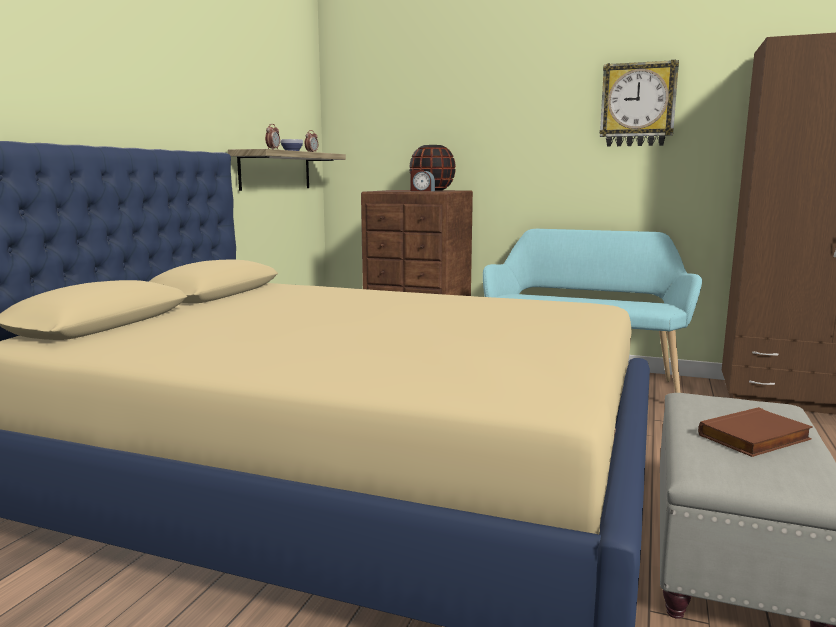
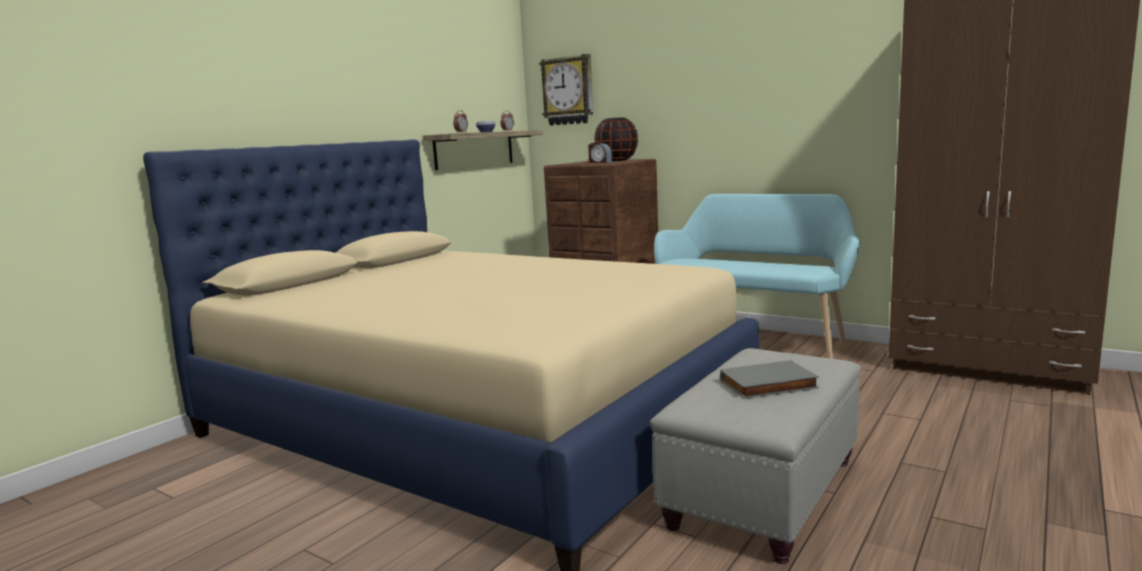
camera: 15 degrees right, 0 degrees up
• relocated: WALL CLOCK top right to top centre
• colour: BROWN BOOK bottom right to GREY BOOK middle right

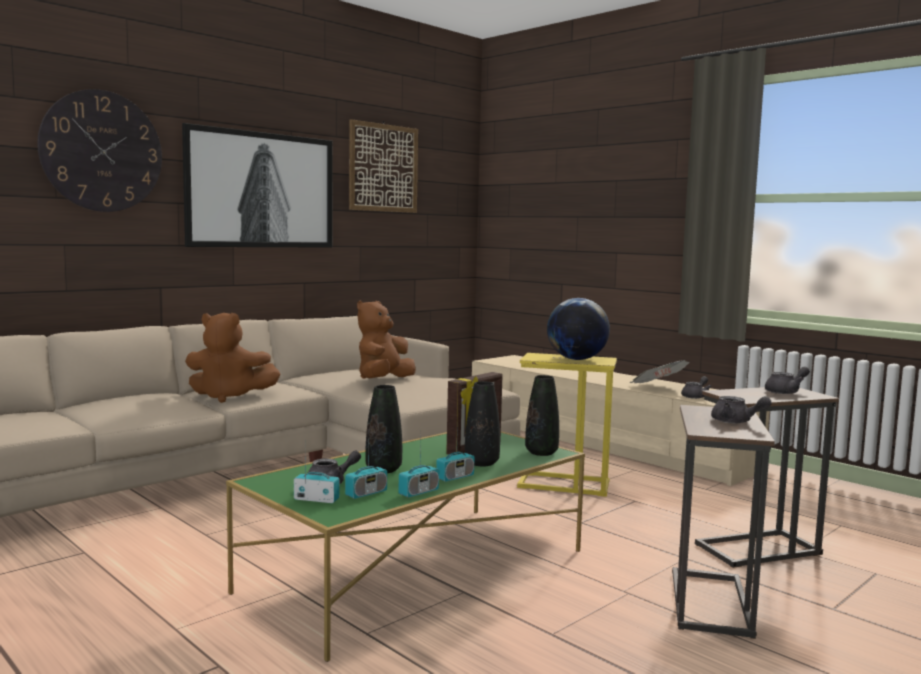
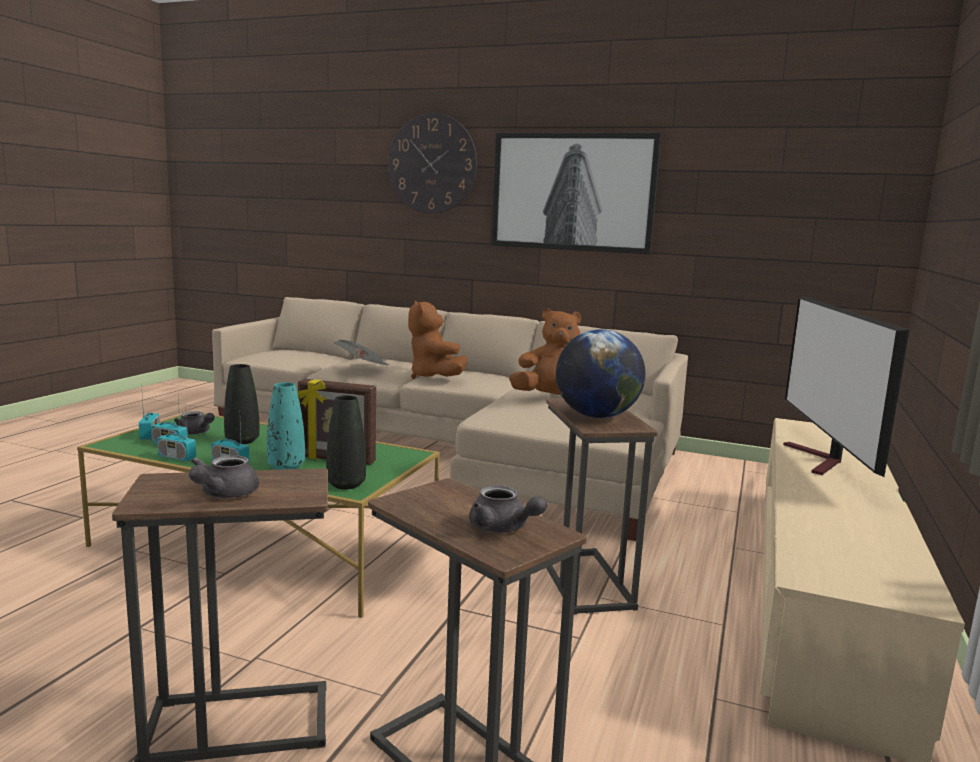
camera: 65 degrees right, 5 degrees up
• missing: PICTURE (no. 2 from left) top centre
• colour: YELLOW SIDE TABLE centre to BROWN SIDE TABLE (no. 3 from left) centre
• relocated: NEWSPAPER middle right to centre
• missing: GREY TEAPOT (no. 2 from left) middle right
• colour: BLACK VASE (no. 2 from left) centre to TURQUOISE VASE middle left
• appeared: TELEVISION middle right

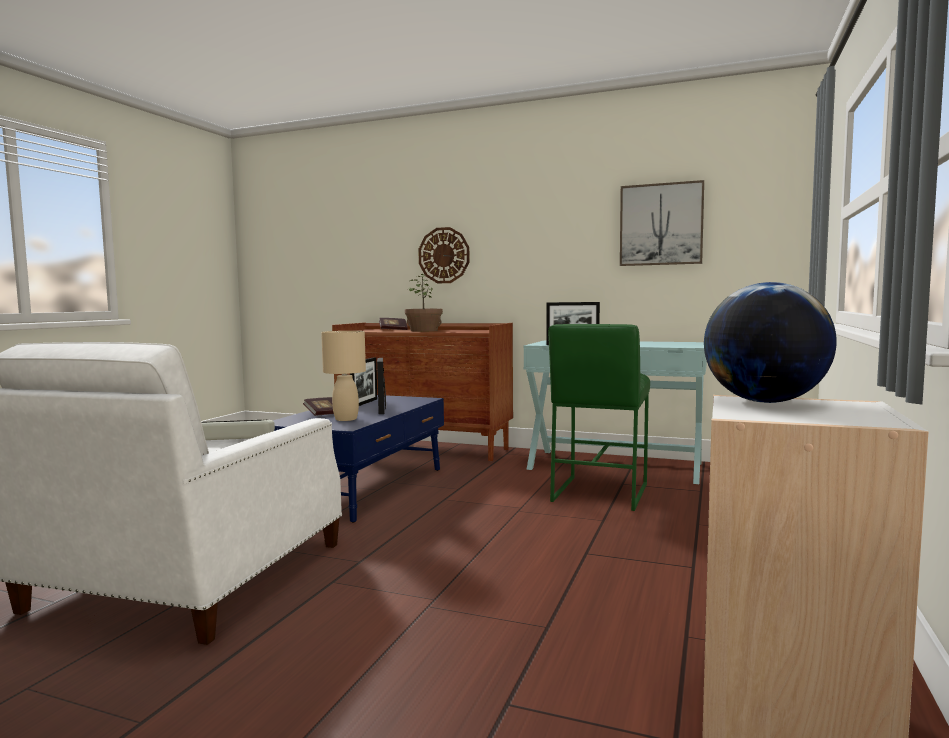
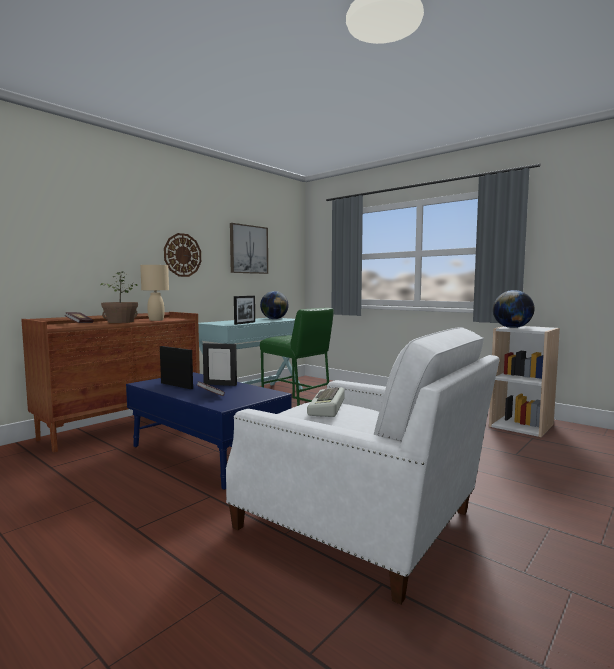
camera: 70 degrees left, 0 degrees up
• relocated: WALL CLOCK centre to middle left
• relocated: BEIGE TABLE LAMP centre to middle left
• appeared: GLOBE (no. 1 from left) centre

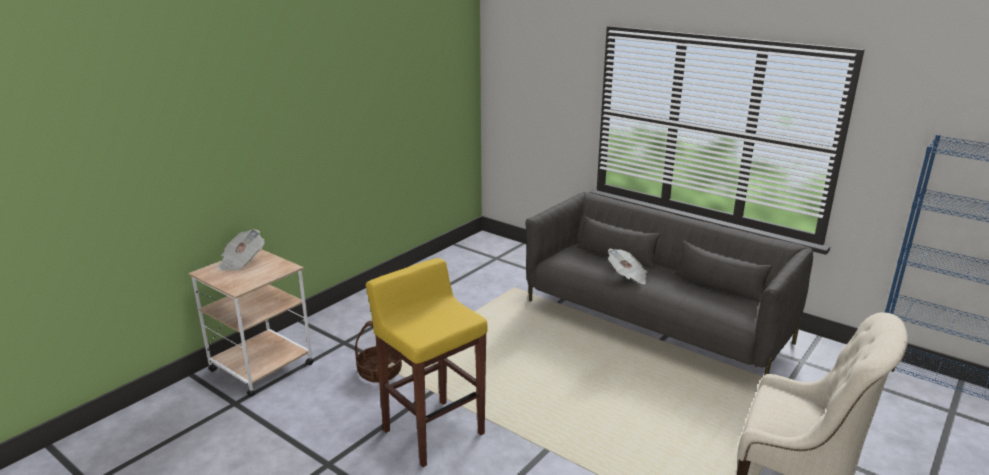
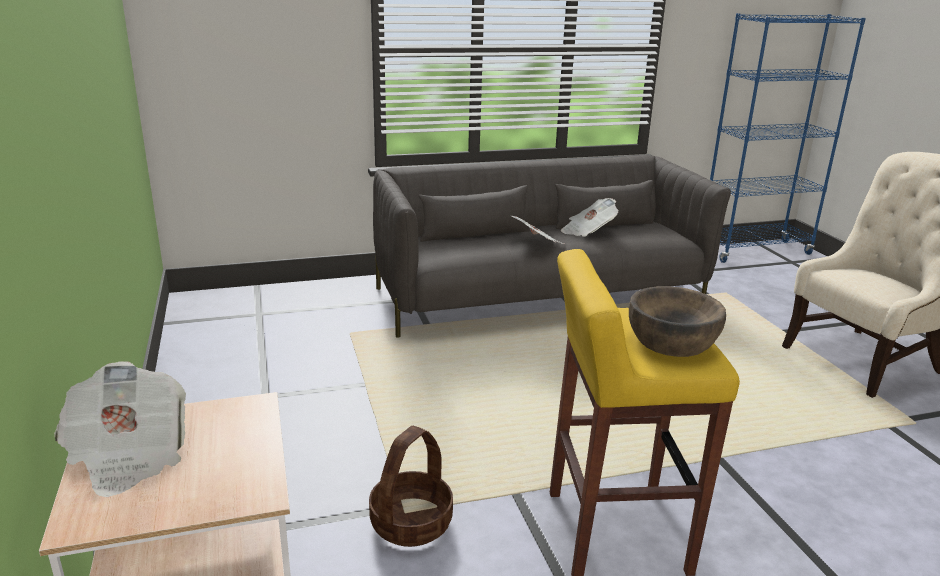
camera: 55 degrees left, 0 degrees up
• appeared: NEWSPAPER (no. 3 from left) centre
• appeared: BROWN BOWL middle right

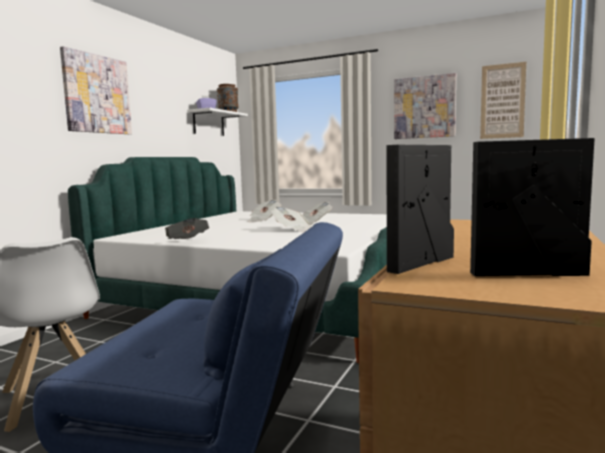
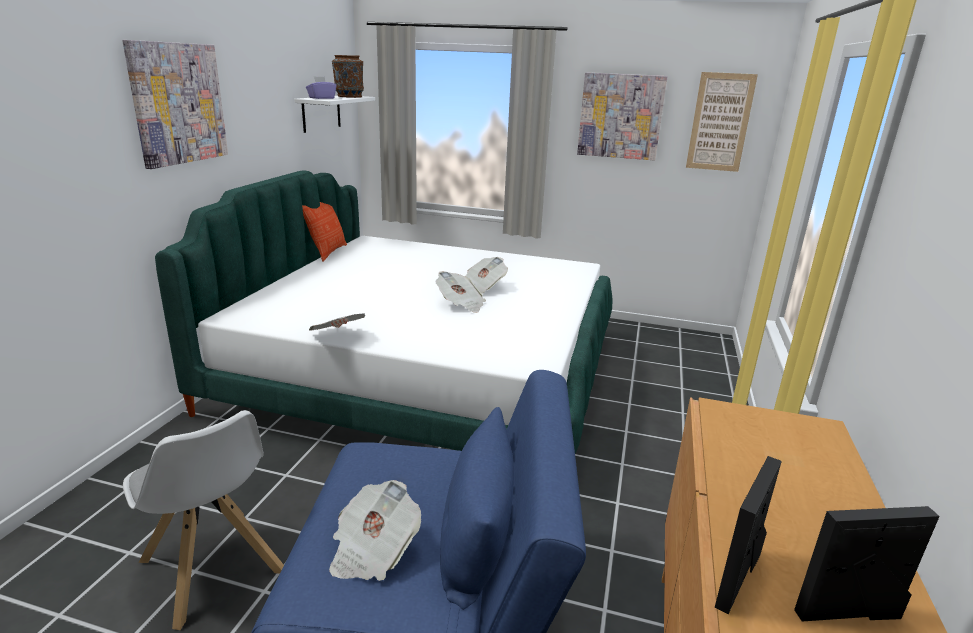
camera: 10 degrees left, 15 degrees up
• relocated: NEWSPAPER (no. 2 from left) centre to bottom centre
• appeared: ORANGE PILLOW middle left

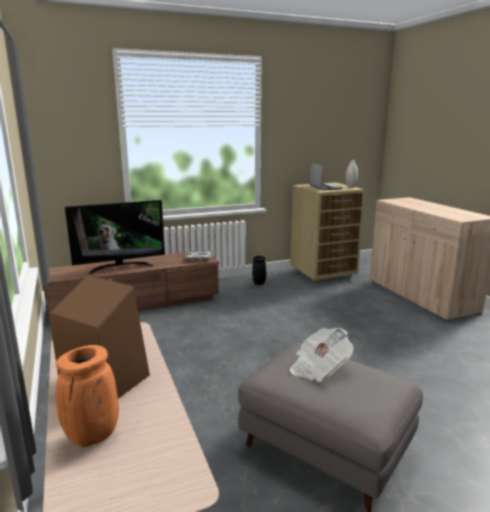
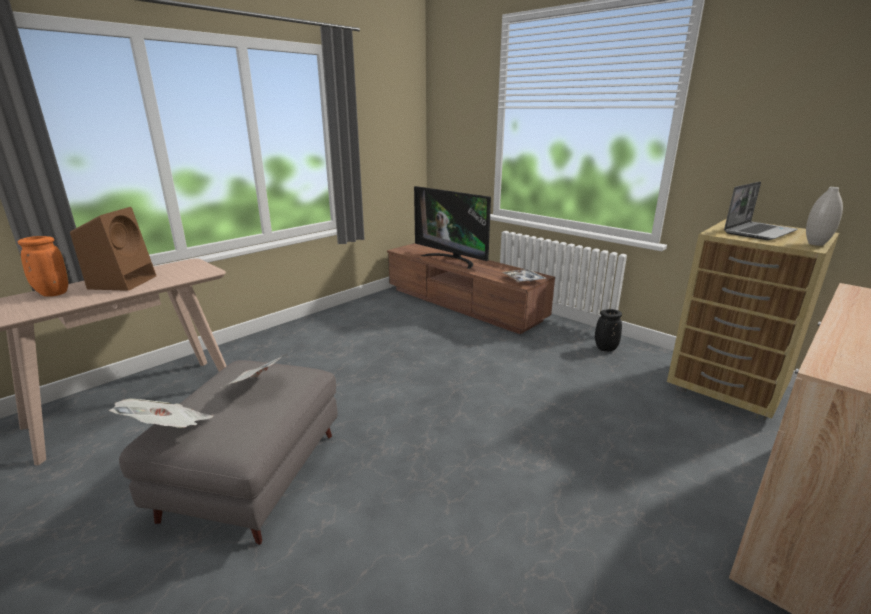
camera: 65 degrees right, 5 degrees up
• appeared: NEWSPAPER (no. 1 from left) bottom left

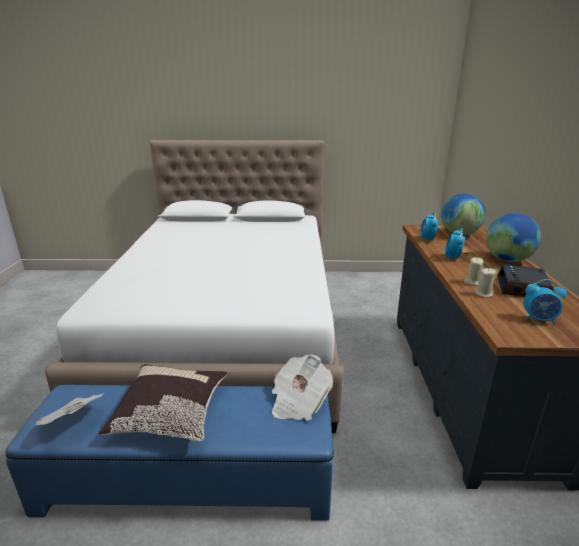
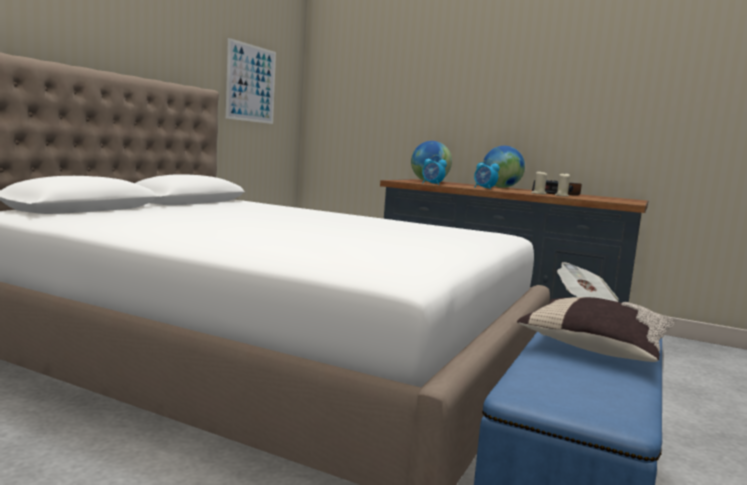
camera: 65 degrees left, 15 degrees down
• missing: ALARM CLOCK (no. 4 from left) middle right
• missing: NEWSPAPER (no. 1 from left) bottom left
• appeared: PICTURE top centre

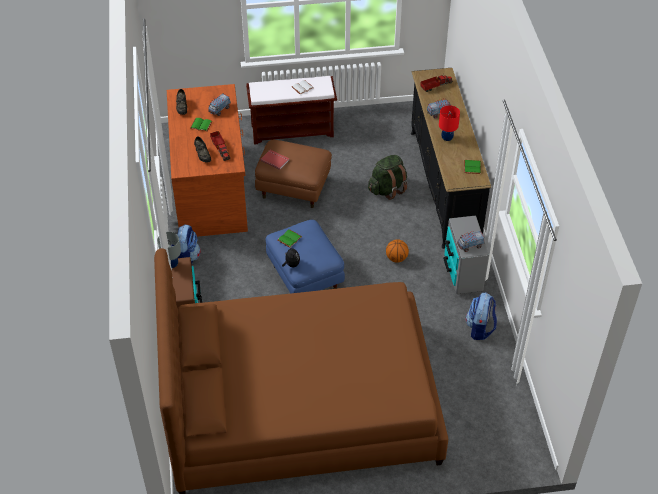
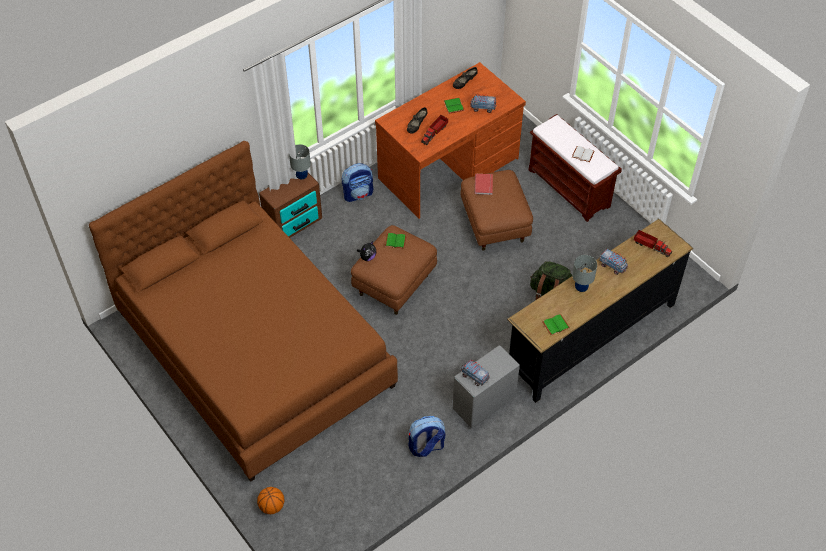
camera: 60 degrees right, 5 degrees up
• colour: RED TABLE LAMP top right to GREY TABLE LAMP (no. 2 from left) middle right
• colour: BLUE OTTOMAN centre to BROWN OTTOMAN (no. 1 from left) centre
• relocated: BASKETBALL centre to bottom left

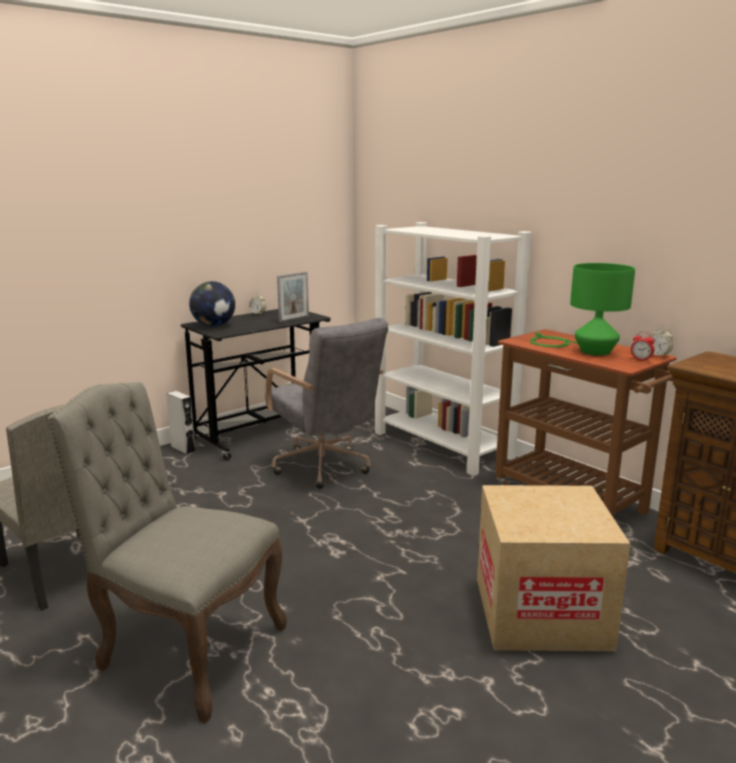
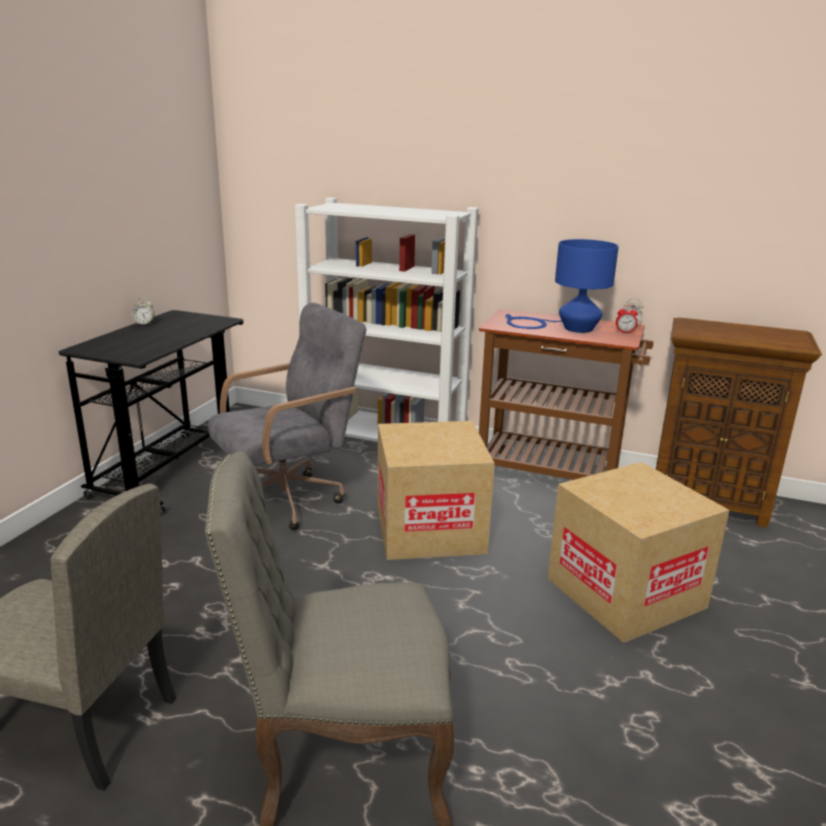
camera: 30 degrees left, 5 degrees up
• colour: GREEN TABLE LAMP middle right to BLUE TABLE LAMP middle right
• missing: PICTURE FRAME centre
• missing: GLOBE middle left
• spun: GREY OFFICE CHAIR centre = centre 60 degrees counterclockwise
• missing: GREY SPEAKER middle left
• appeared: CARDBOARD BOX (no. 1 from left) centre

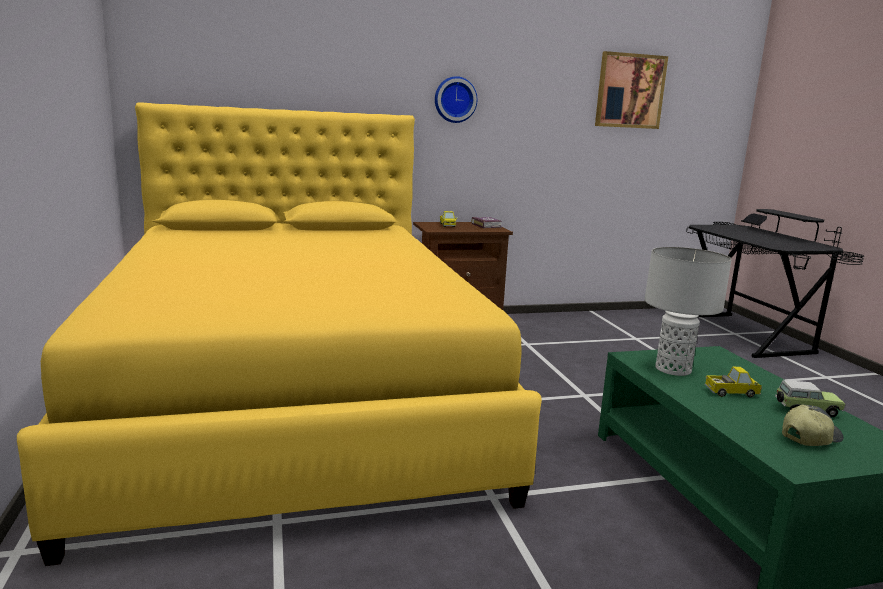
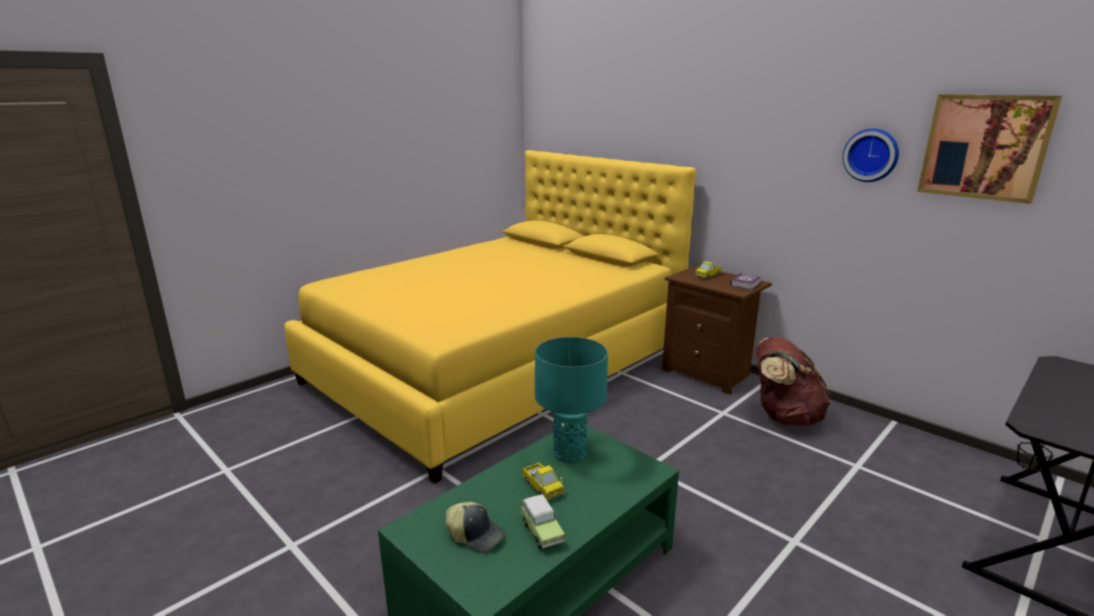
camera: 60 degrees right, 5 degrees up
• relocated: WALL CLOCK top centre to top right
• colour: WHITE TABLE LAMP middle right to TURQUOISE TABLE LAMP centre
• appeared: BROWN BACKPACK middle right

